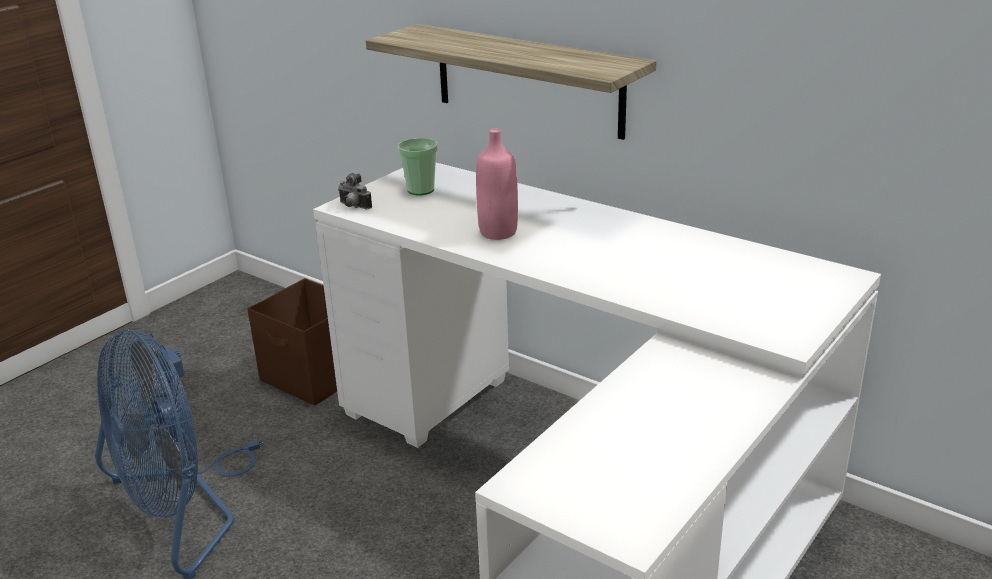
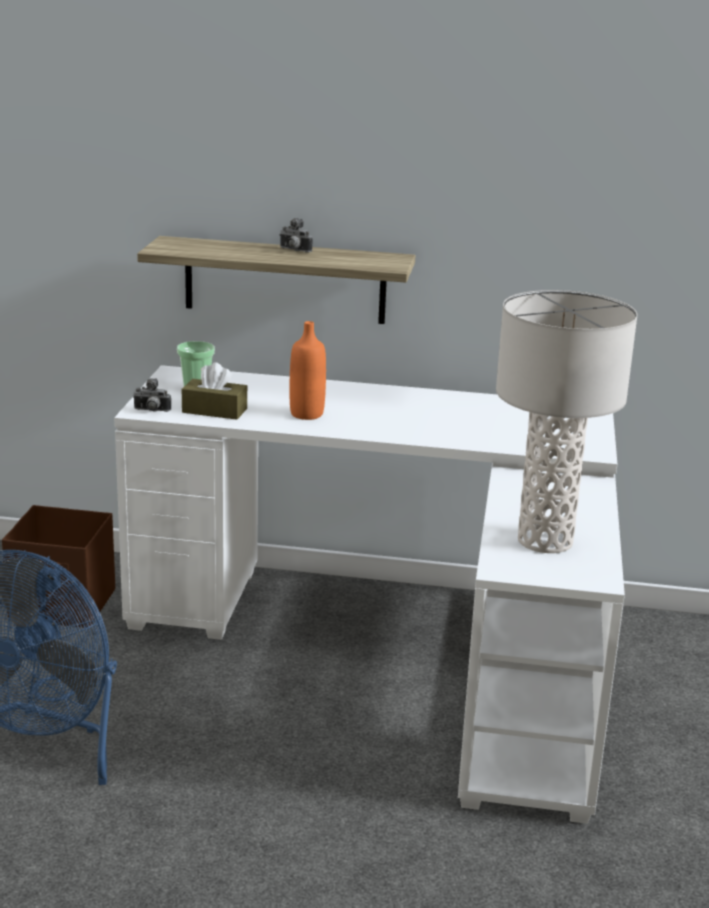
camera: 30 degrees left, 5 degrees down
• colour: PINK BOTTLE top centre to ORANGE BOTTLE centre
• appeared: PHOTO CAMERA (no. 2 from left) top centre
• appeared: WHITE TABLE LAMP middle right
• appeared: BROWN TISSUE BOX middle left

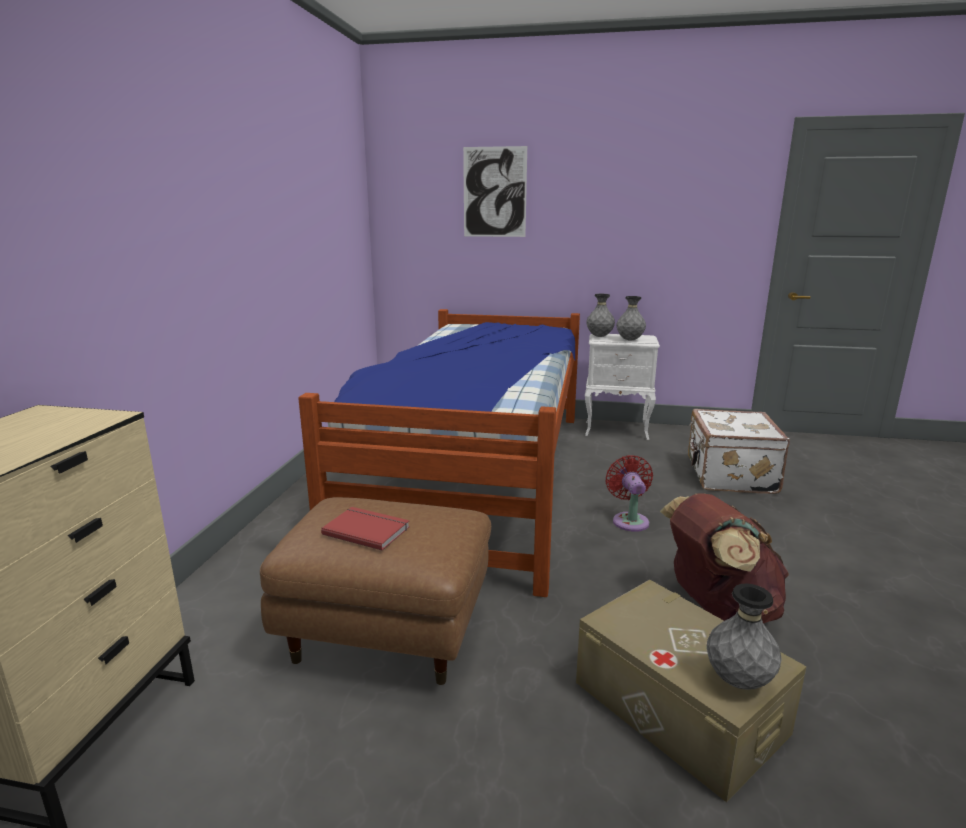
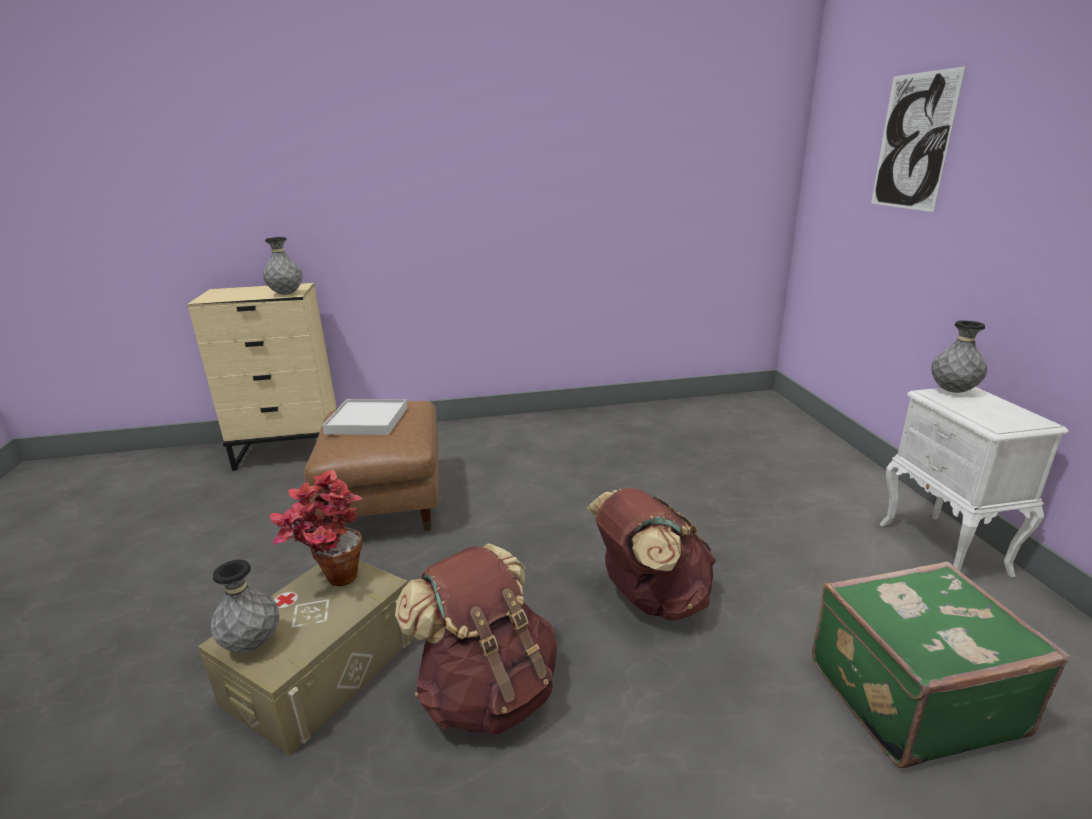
camera: 70 degrees right, 5 degrees up
• relocated: GREY VASE (no. 2 from left) centre to top left
• missing: BED centre
• colour: WHITE SUITCASE middle right to GREEN SUITCASE bottom right
• exchanged: RED FAN centre to BROWN BACKPACK (no. 2 from left) bottom centre
• exchanged: RED BOOK centre to WHITE TRAY centre
• appeared: POTTED PLANT middle left

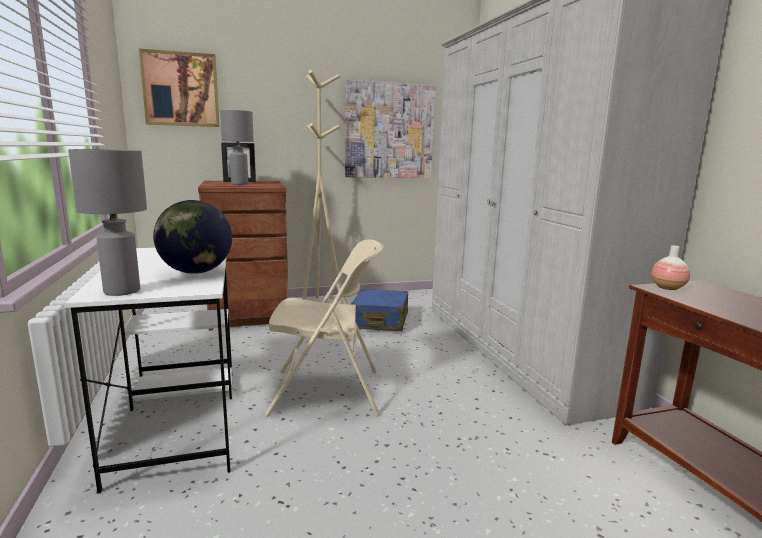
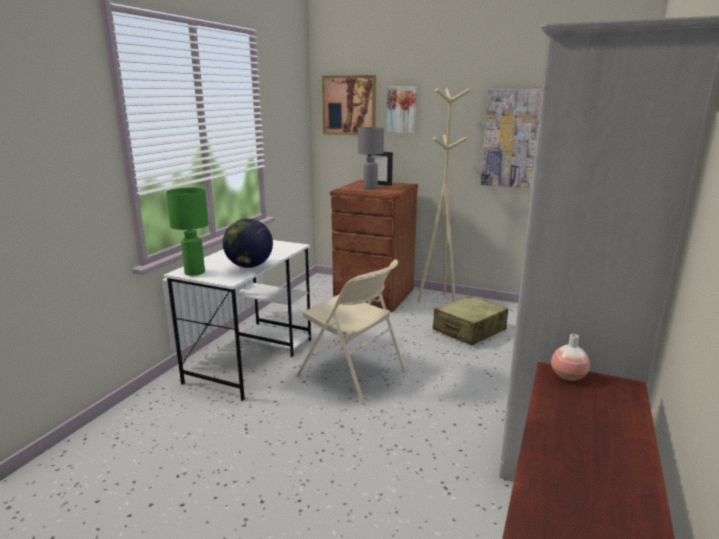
camera: 40 degrees right, 5 degrees up
• colour: GREY TABLE LAMP (no. 1 from left) middle left to GREEN TABLE LAMP middle left
• colour: BLUE SUITCASE centre to BEIGE SUITCASE centre
• appeared: PICTURE (no. 2 from left) top centre

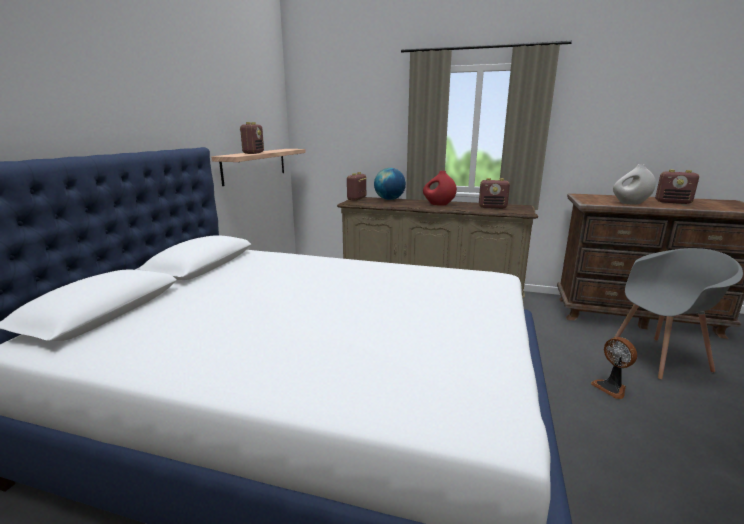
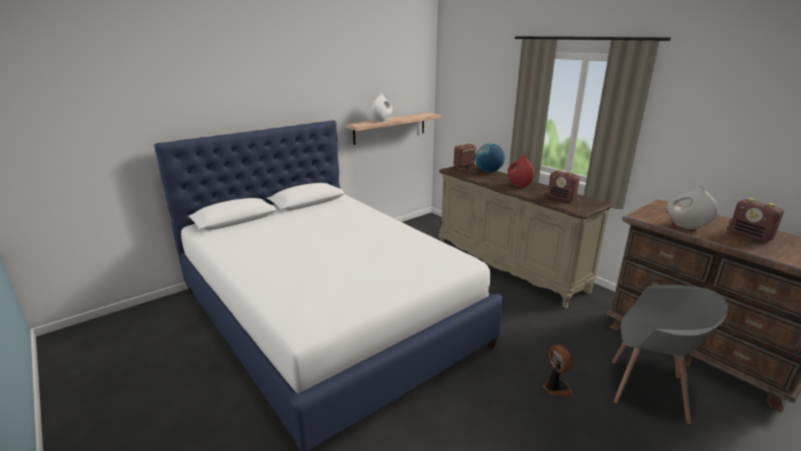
camera: 35 degrees right, 5 degrees up
• exchanged: RADIO (no. 1 from left) top centre to WHITE VASE (no. 1 from left) top centre
• spun: FAN bottom right = bottom right 150 degrees clockwise

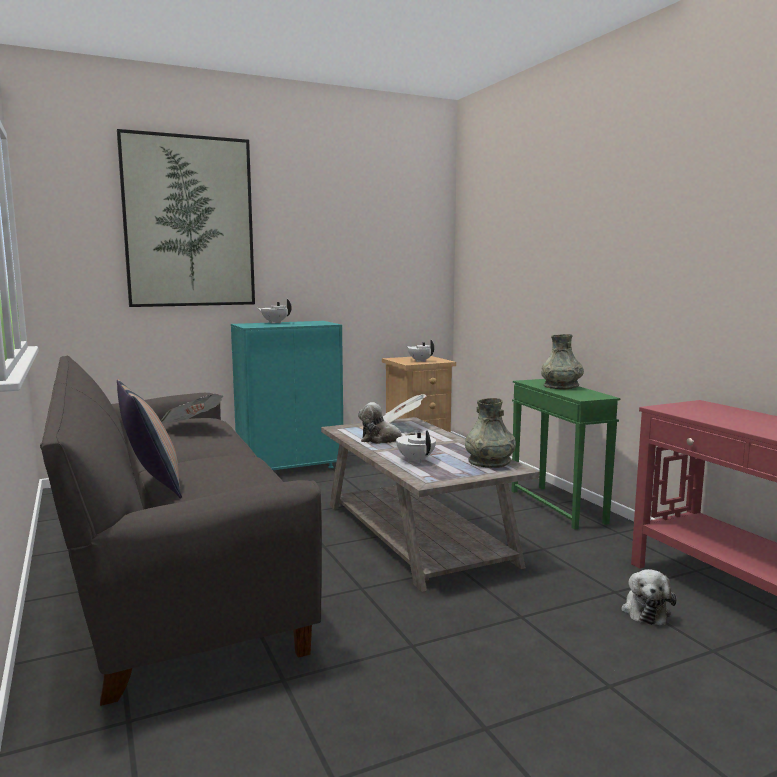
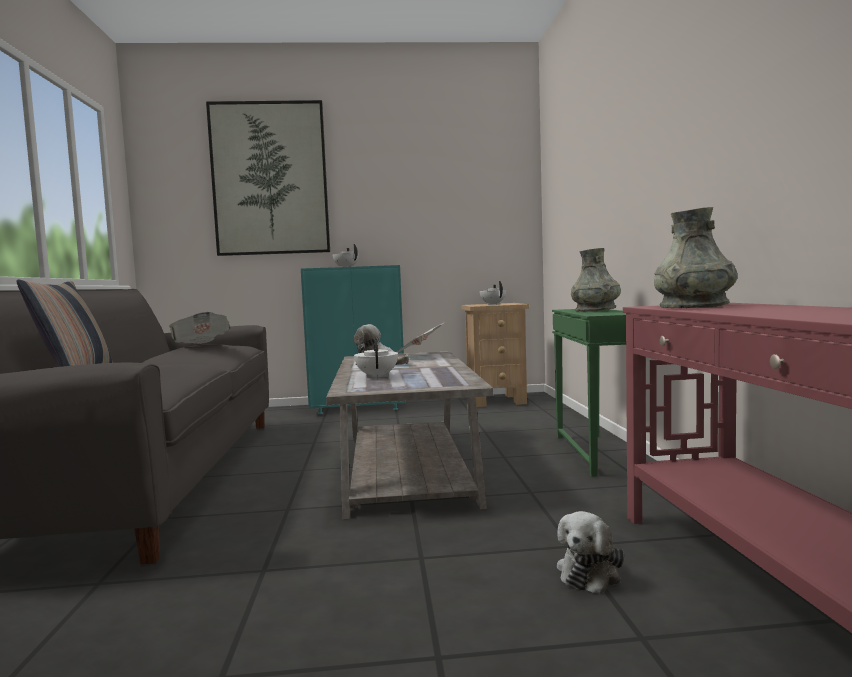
camera: 20 degrees right, 5 degrees down
• relocated: GREY VASE (no. 1 from left in the first image) centre to GREY VASE (no. 2 from left) middle right

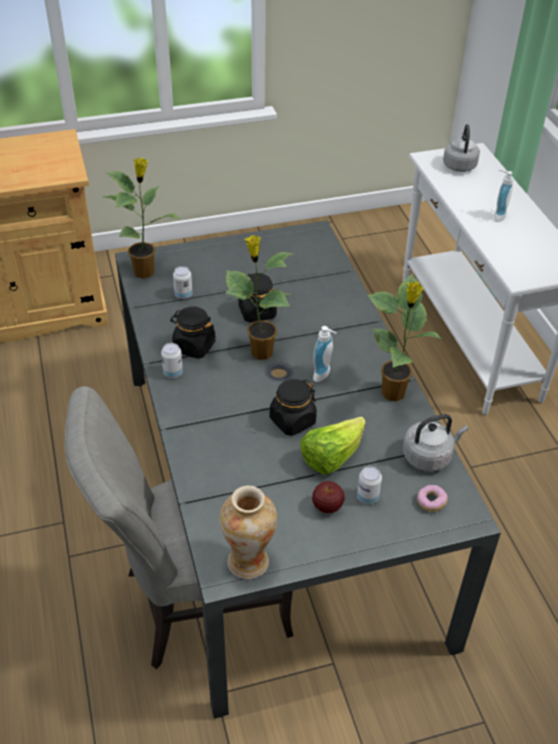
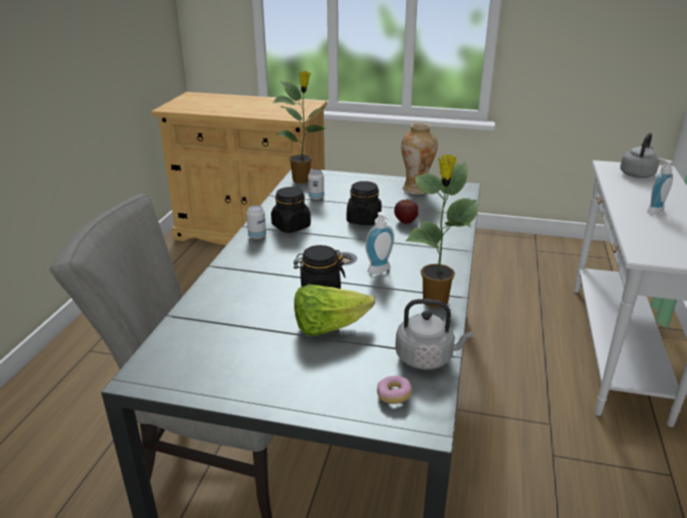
camera: 30 degrees right, 15 degrees down
• missing: POTTED PLANT (no. 2 from left) centre
• missing: CAN (no. 3 from left) centre
• relocated: APPLE bottom centre to centre
• relocated: VASE bottom centre to top centre

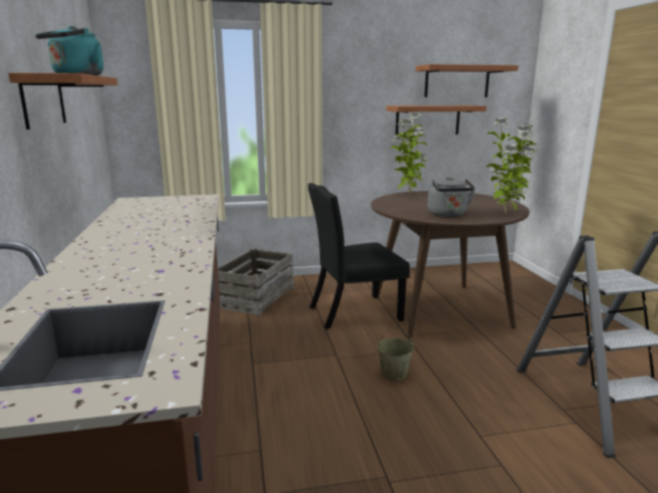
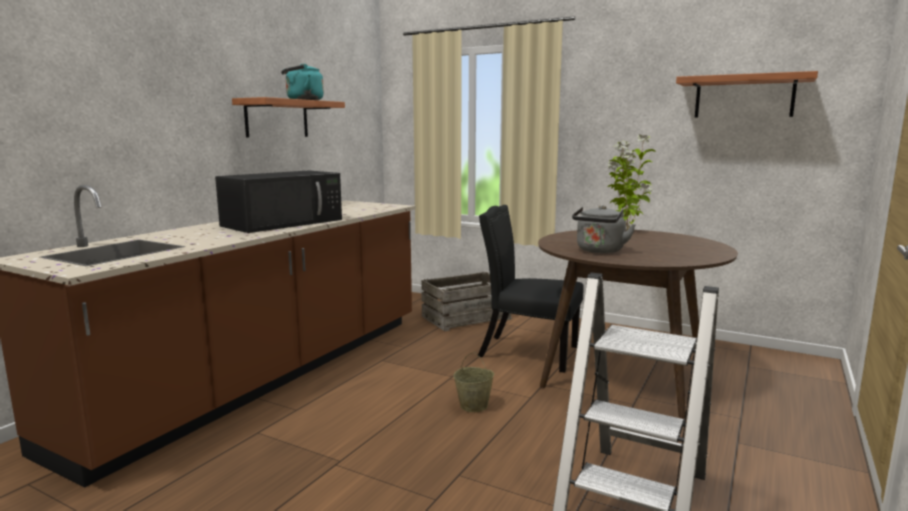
camera: 40 degrees right, 5 degrees down
• missing: SHELF (no. 2 from left) top centre
• missing: POTTED PLANT (no. 2 from left) middle right
• appeared: BLACK MICROWAVE middle left

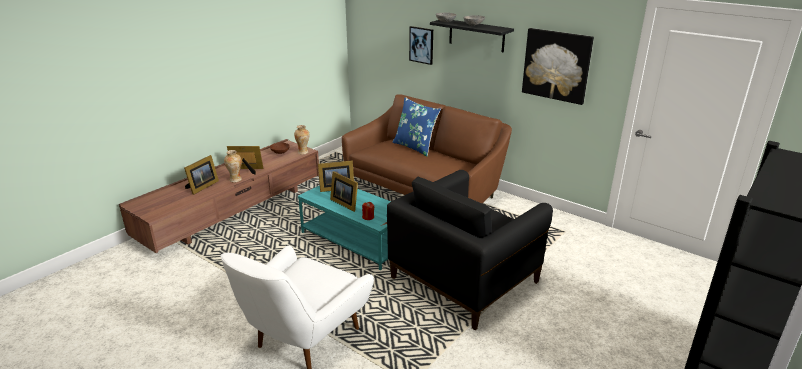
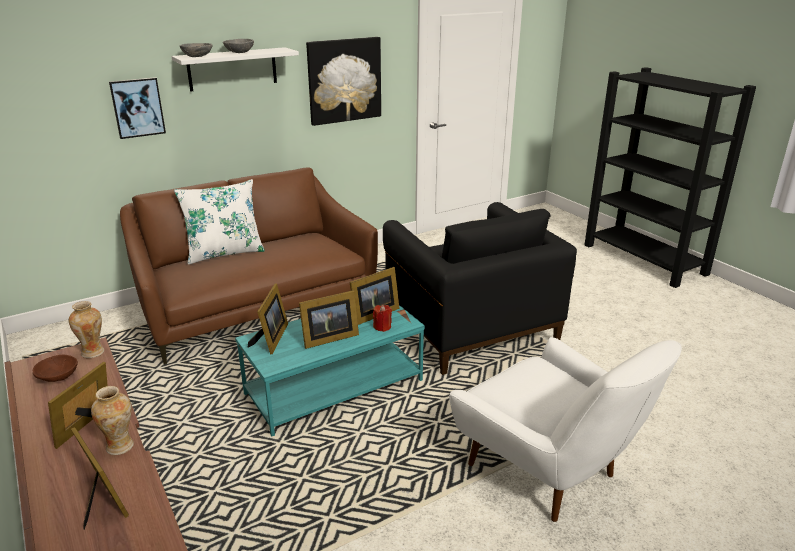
camera: 70 degrees left, 0 degrees up
• colour: BLACK SHELF top centre to WHITE SHELF top left
• colour: BLUE PILLOW centre to WHITE PILLOW middle left
• appeared: PICTURE FRAME (no. 5 from left) centre

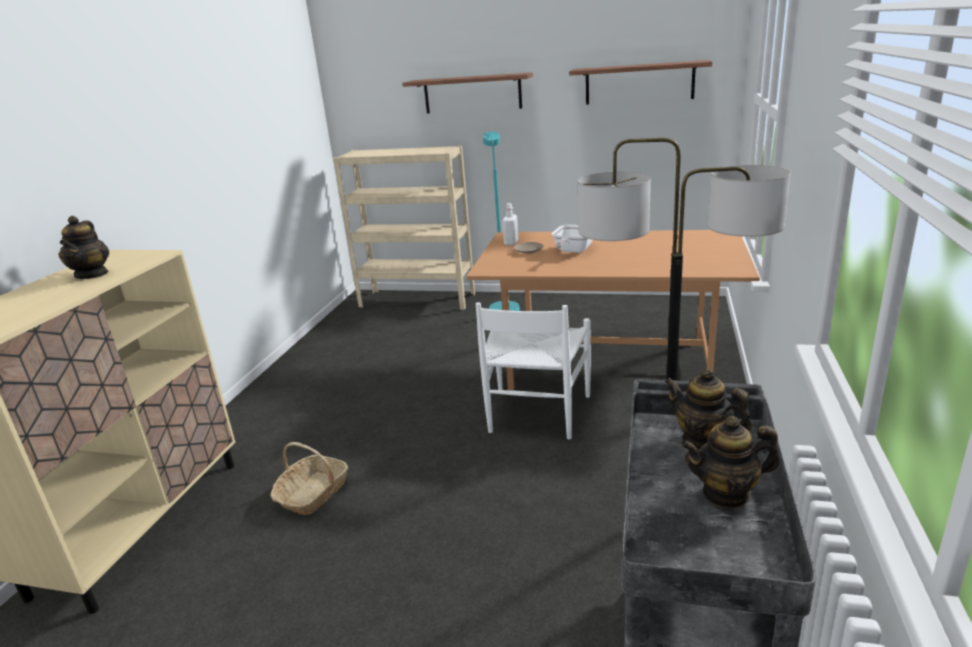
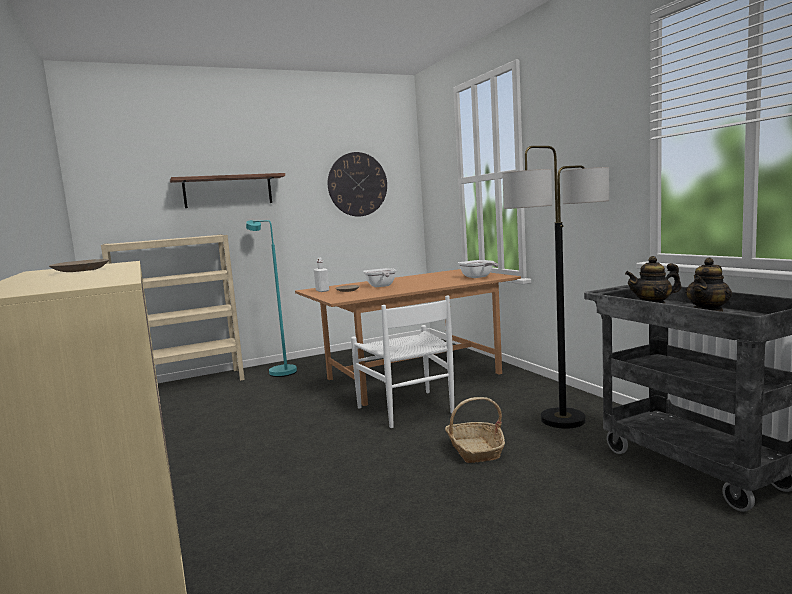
camera: 40 degrees left, 15 degrees down
• exchanged: SHELF (no. 2 from left) top centre to WALL CLOCK top centre
• exchanged: TEAPOT (no. 1 from left) middle left to BEIGE PLATE (no. 1 from left) middle left
• relocated: BASKET bottom left to bottom centre
• appeared: FRYING PAN (no. 2 from left) centre

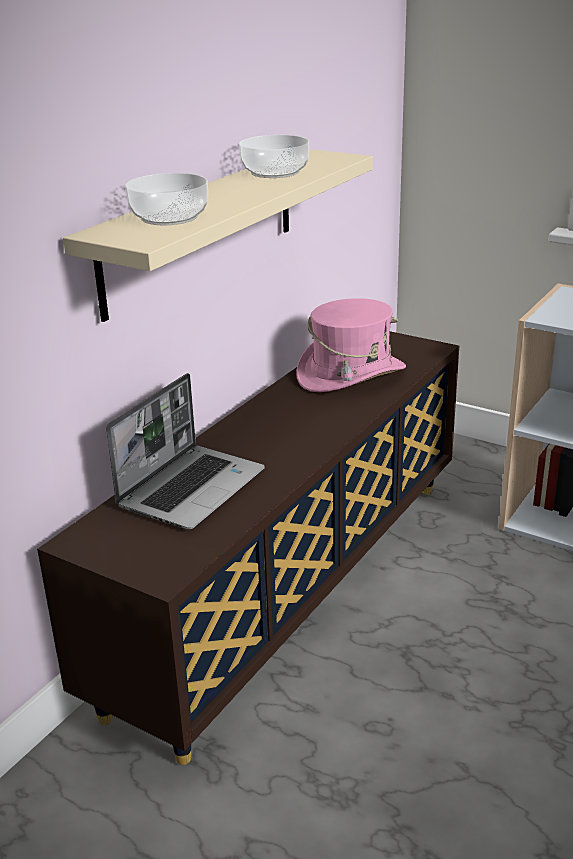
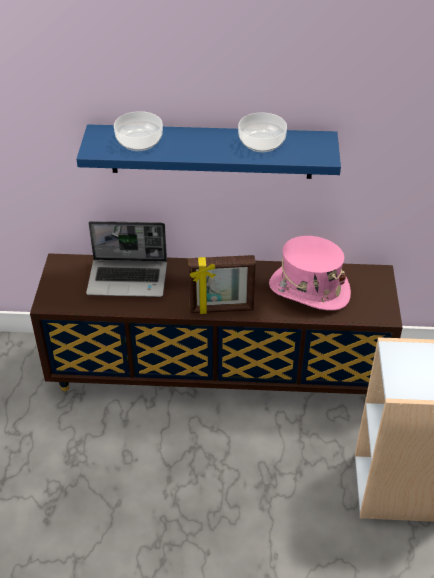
camera: 60 degrees right, 15 degrees up
• colour: BEIGE SHELF top centre to BLUE SHELF top centre
• appeared: PICTURE FRAME centre

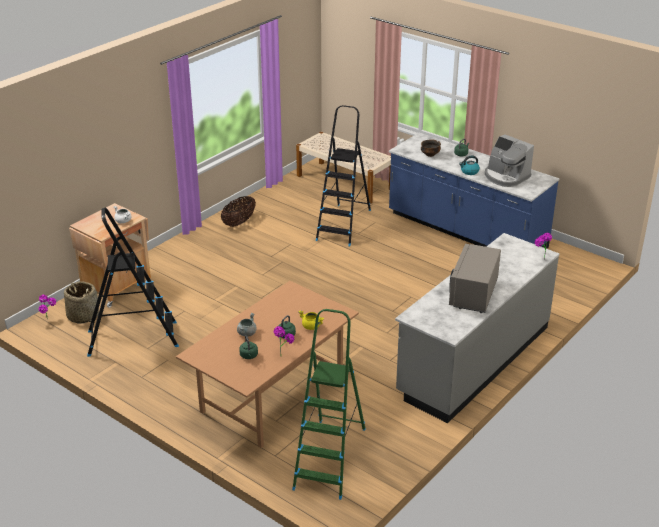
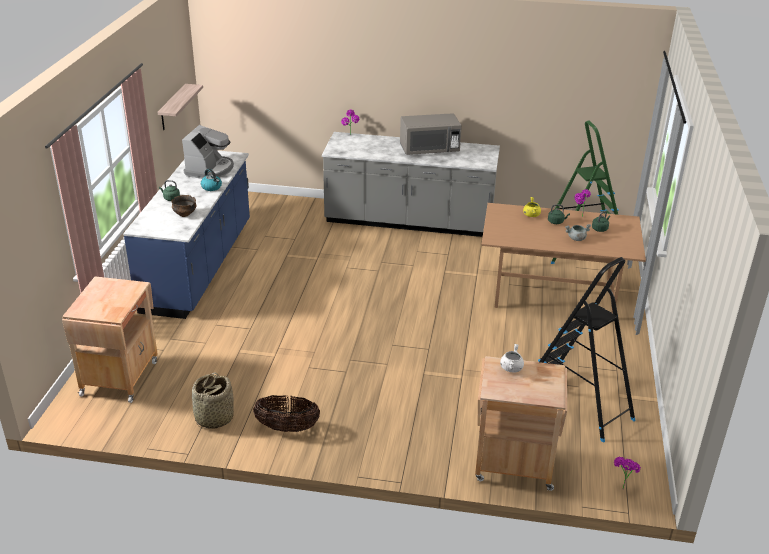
camera: 120 degrees left, 0 degrees up
• missing: BLACK STEP LADDER (no. 2 from left) top centre
• exchanged: BEIGE BENCH top centre to BROWN CART (no. 1 from left) middle left
• relocated: BASKET (no. 1 from left) middle left to bottom left
• appeared: SHELF top left

